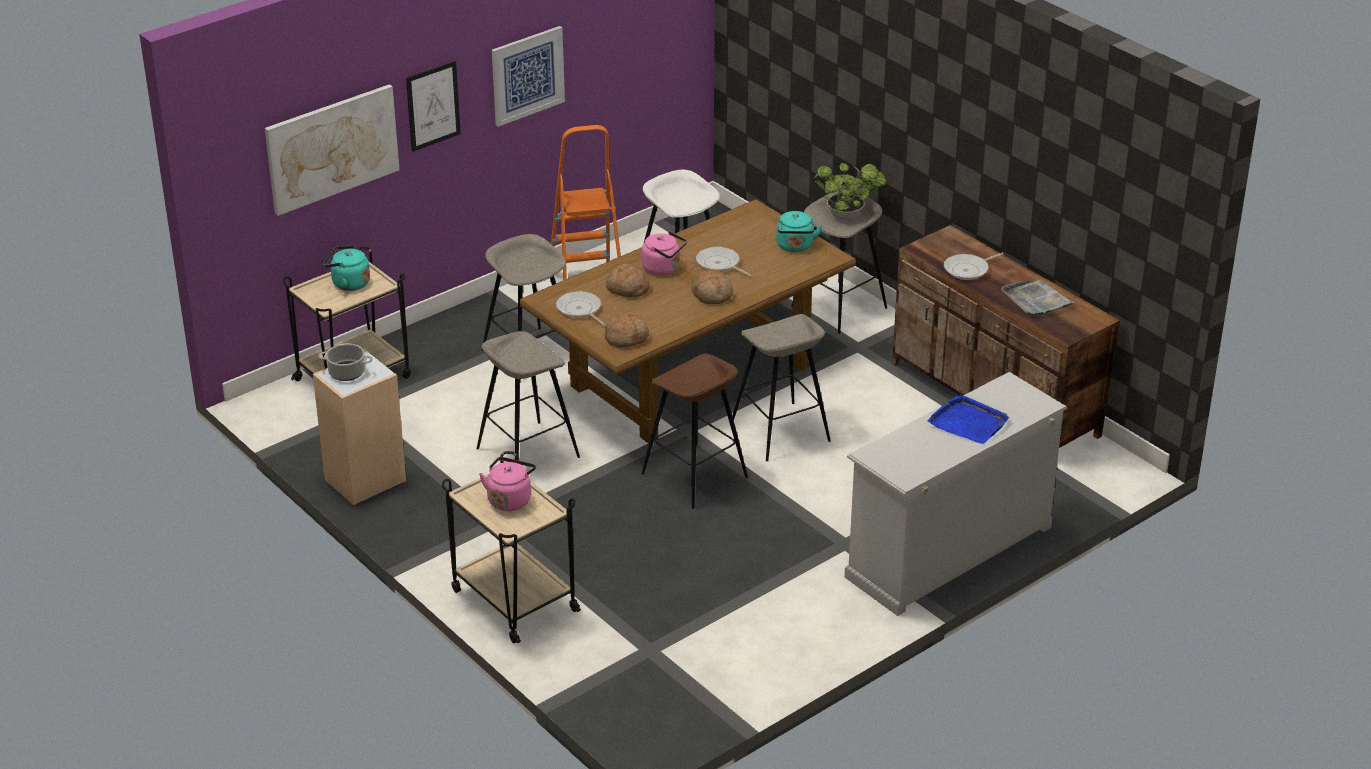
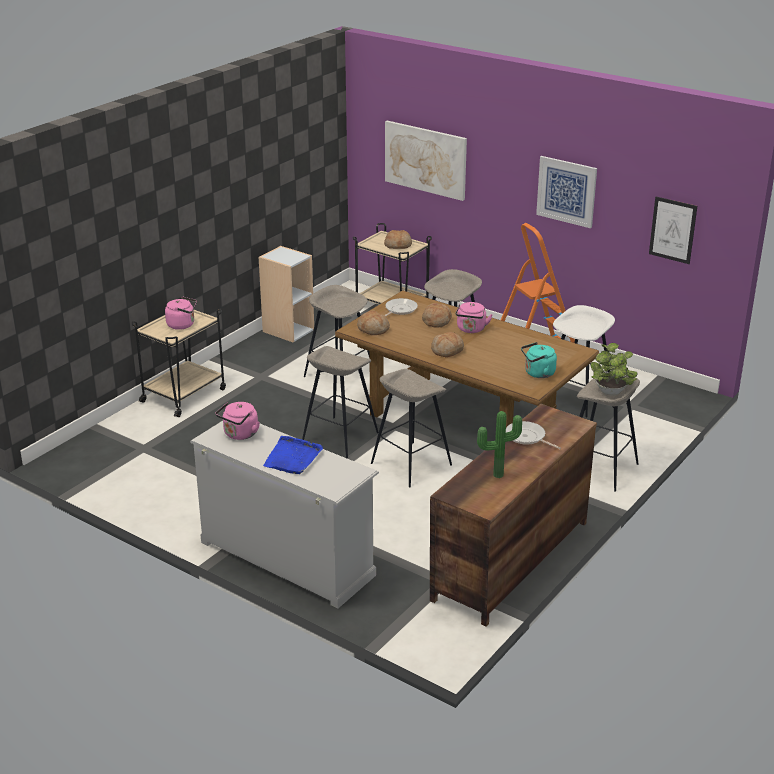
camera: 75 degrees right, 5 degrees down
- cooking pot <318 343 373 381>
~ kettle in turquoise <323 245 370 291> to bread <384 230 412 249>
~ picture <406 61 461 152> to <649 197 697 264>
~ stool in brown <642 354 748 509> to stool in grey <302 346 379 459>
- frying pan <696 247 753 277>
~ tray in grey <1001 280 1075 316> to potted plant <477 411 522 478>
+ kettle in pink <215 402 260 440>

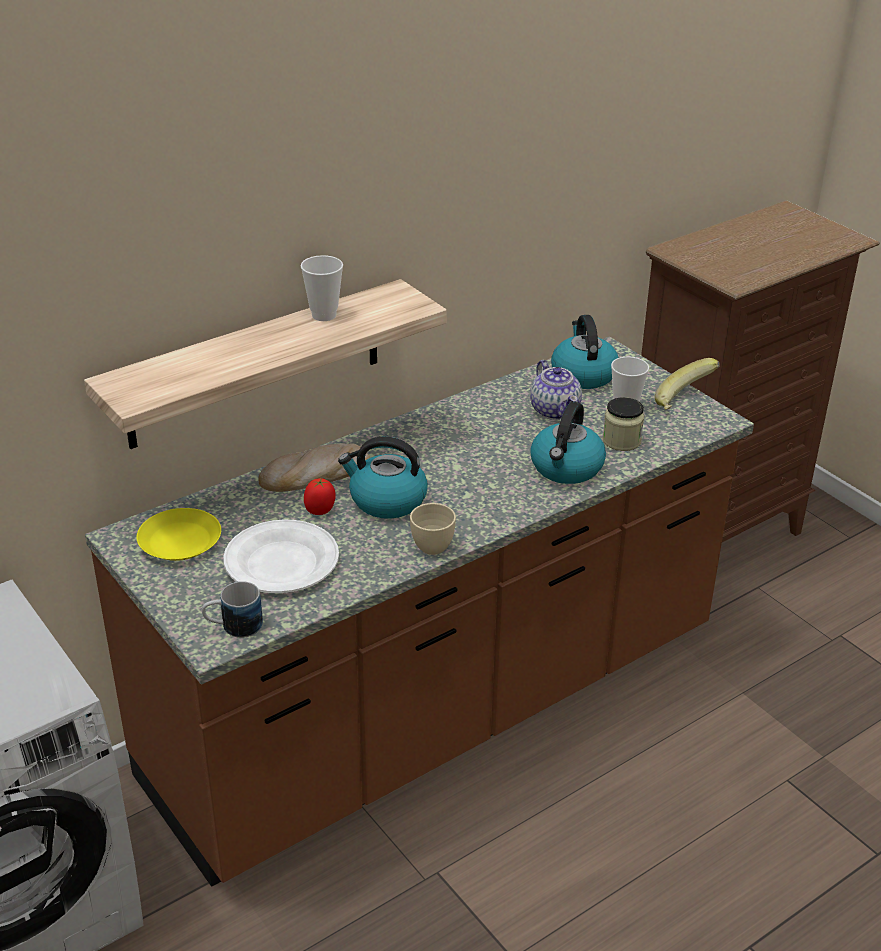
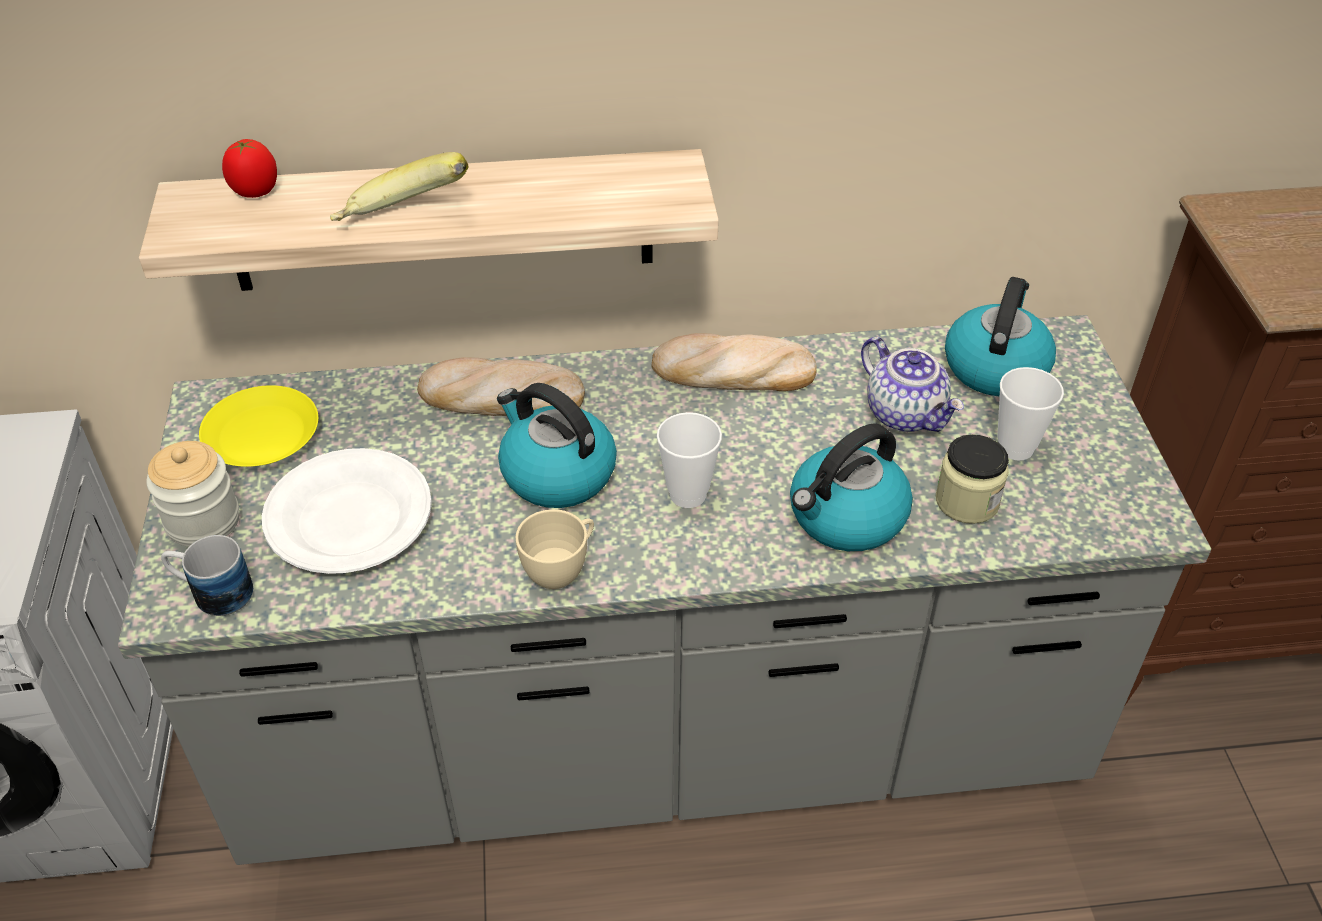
camera: 30 degrees right, 10 degrees up
~ counter in brown <85 337 754 887> to counter in grey <118 315 1211 865>
~ cup <301 255 343 321> to <657 412 722 508>
~ tomato <304 478 336 515> to <222 139 277 198>
~ teapot <530 360 582 420> = <861 337 964 432> 45 degrees counterclockwise
~ banana <655 358 720 410> to <330 152 468 221>
+ jar <146 441 239 547>
+ bread <652 333 817 391>

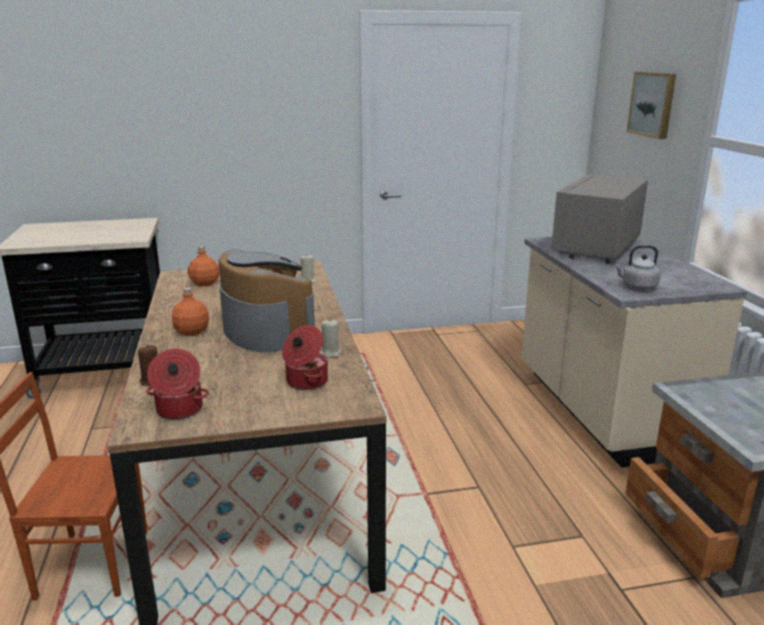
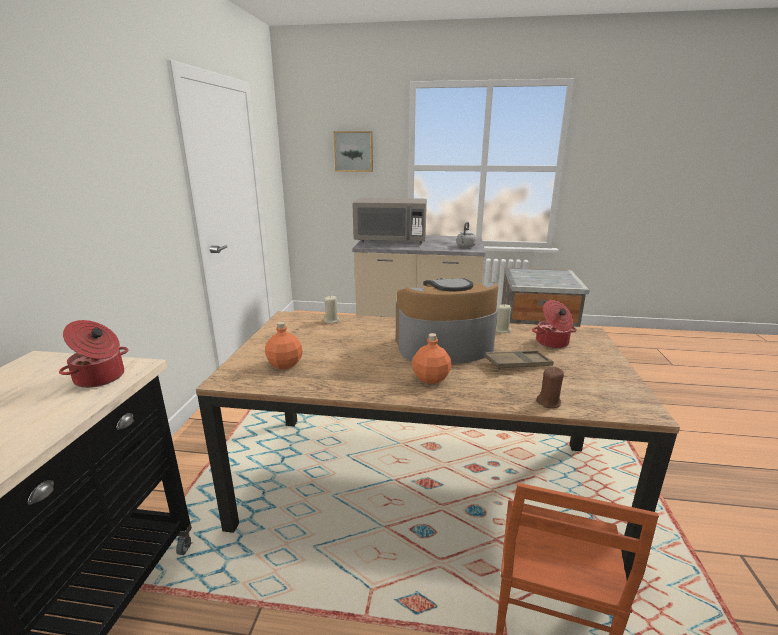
camera: 70 degrees left, 0 degrees up
~ cooking pot <146 349 209 419> to <59 320 128 388>
~ microwave in grey <551 174 648 264> = <353 198 427 244> 45 degrees counterclockwise
+ tray in brown <485 350 554 370>

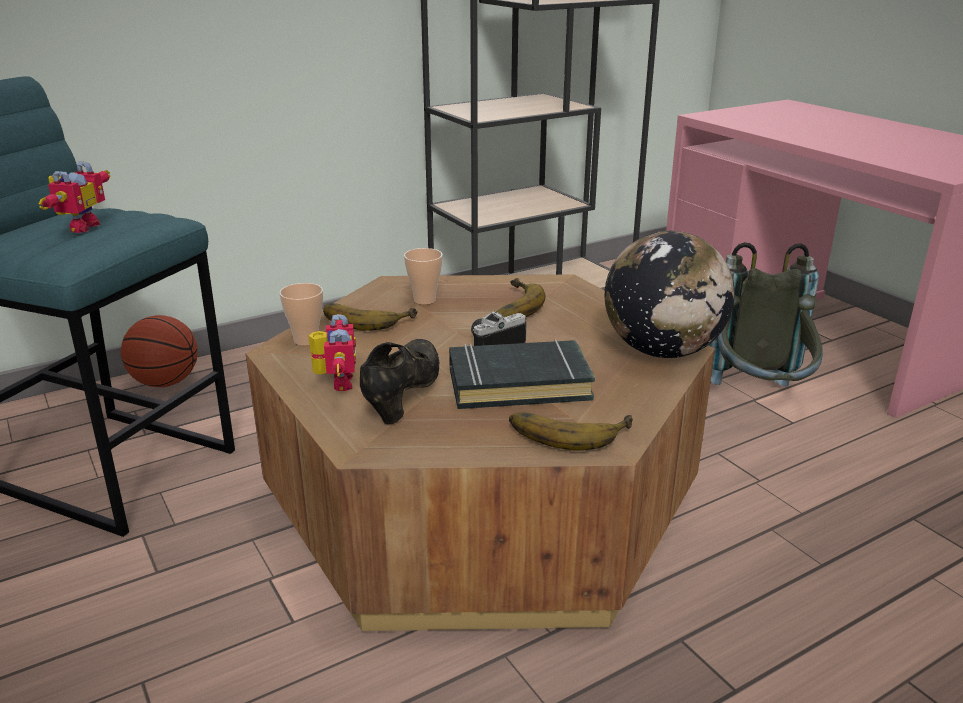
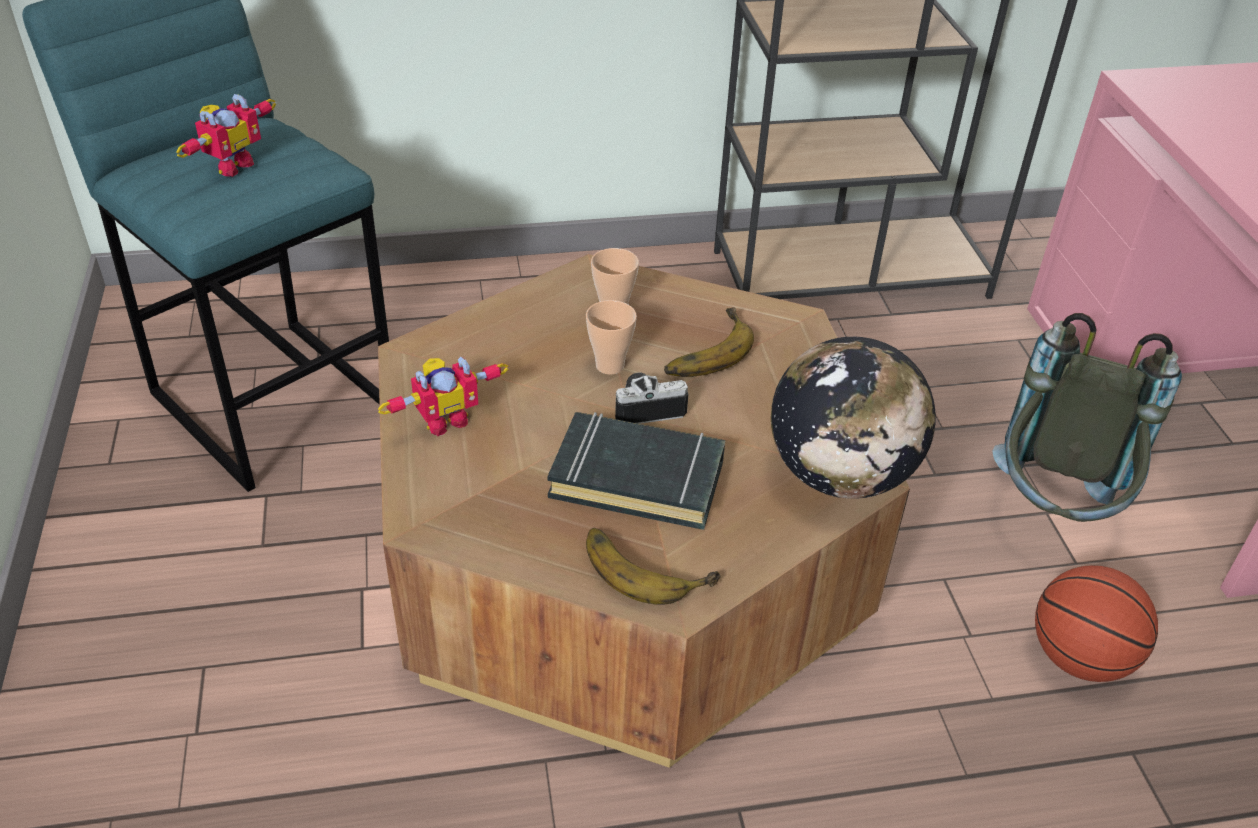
camera: 20 degrees right, 15 degrees up
~ basketball <121 315 198 387> to <1035 565 1158 682>
~ cup <279 283 323 346> to <586 300 637 374>
~ toy robot <309 314 356 391> = <378 357 508 436> 45 degrees clockwise
- banana <323 303 417 331>
- shoe in black <360 339 439 424>

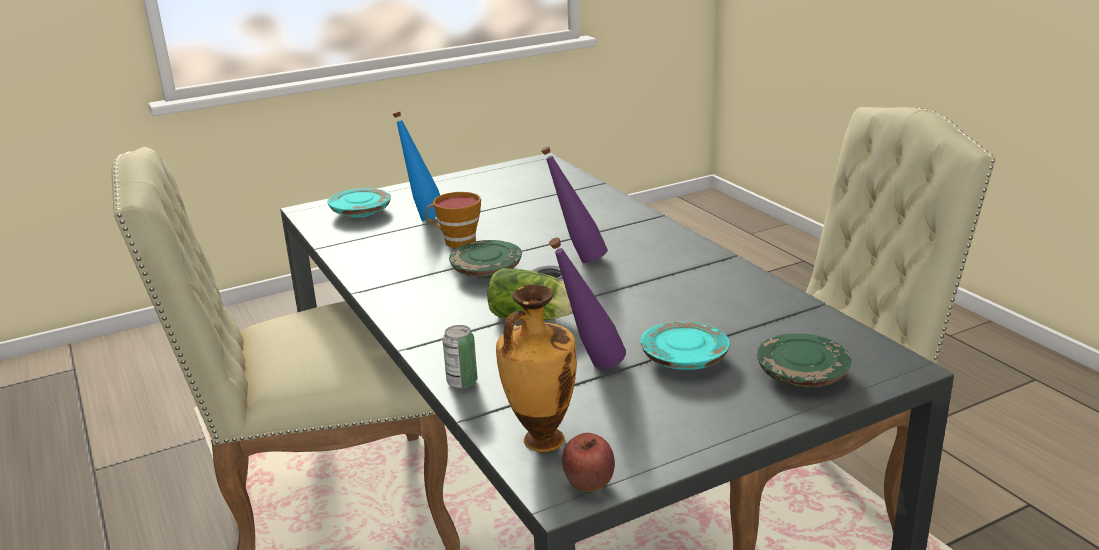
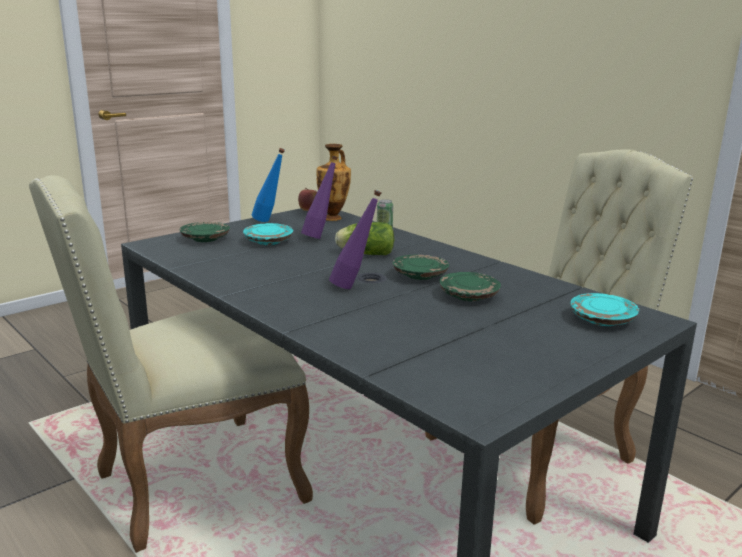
camera: 165 degrees right, 5 degrees down
~ bottle in blue <393 112 440 221> to <252 148 285 222>
~ cup <425 192 481 248> to plate in green <440 272 501 301>

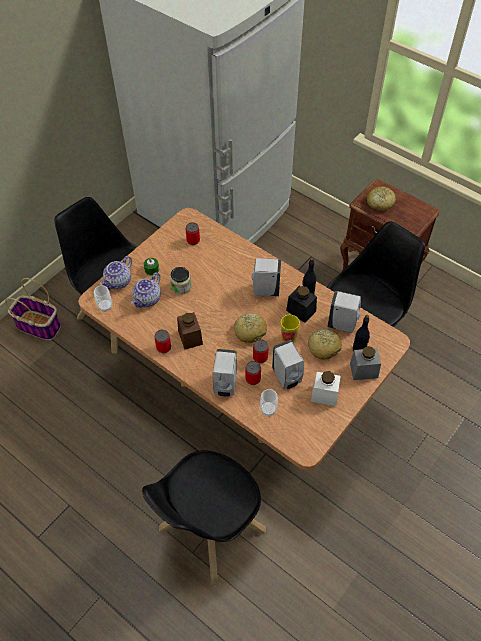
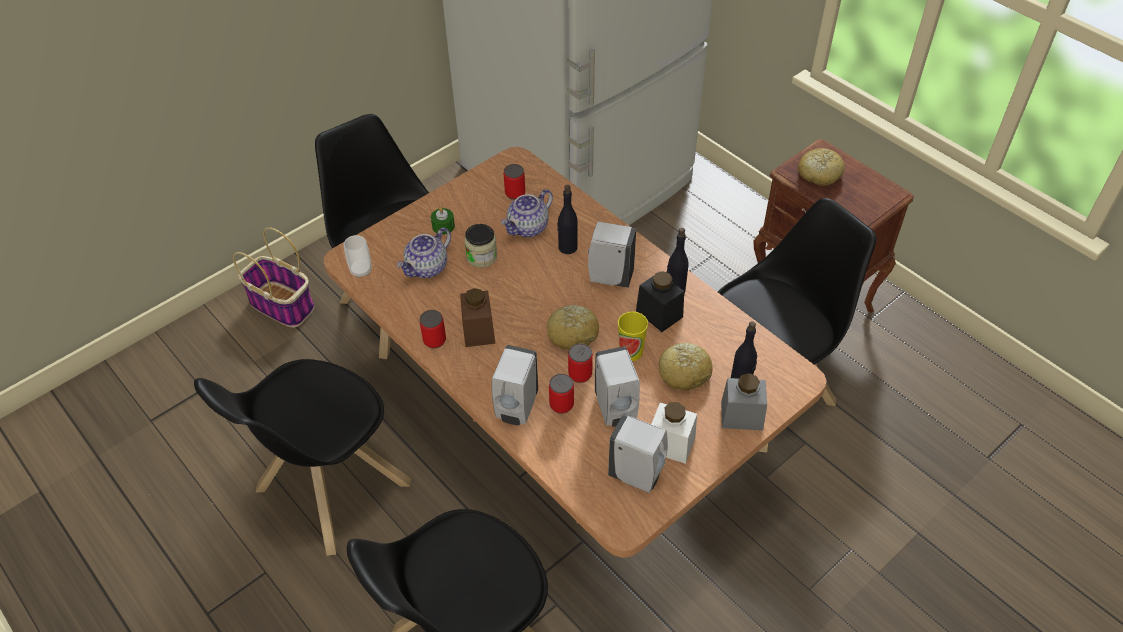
camera: 10 degrees right, 5 degrees down
~ teapot <100 256 132 289> to <501 189 553 237>
- cup <260 389 278 417>
~ soap dispenser in white <327 291 361 333> to <608 414 668 493>
+ chair in black <194 359 411 556>
+ bottle in black <557 185 578 254>

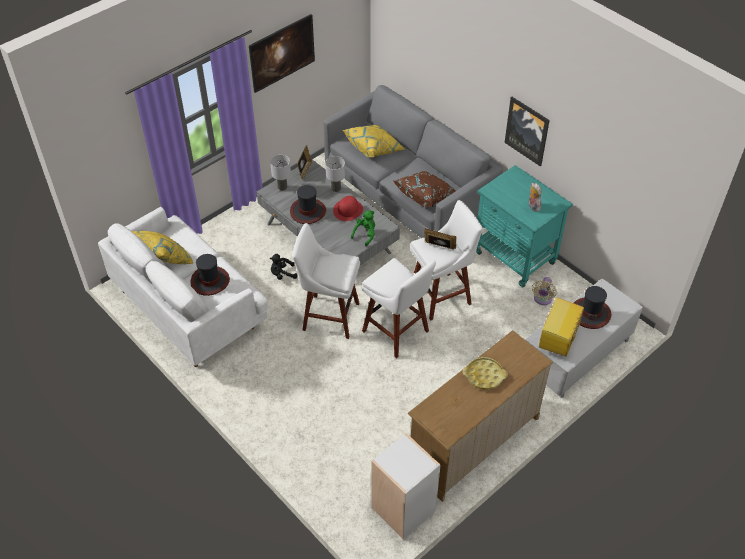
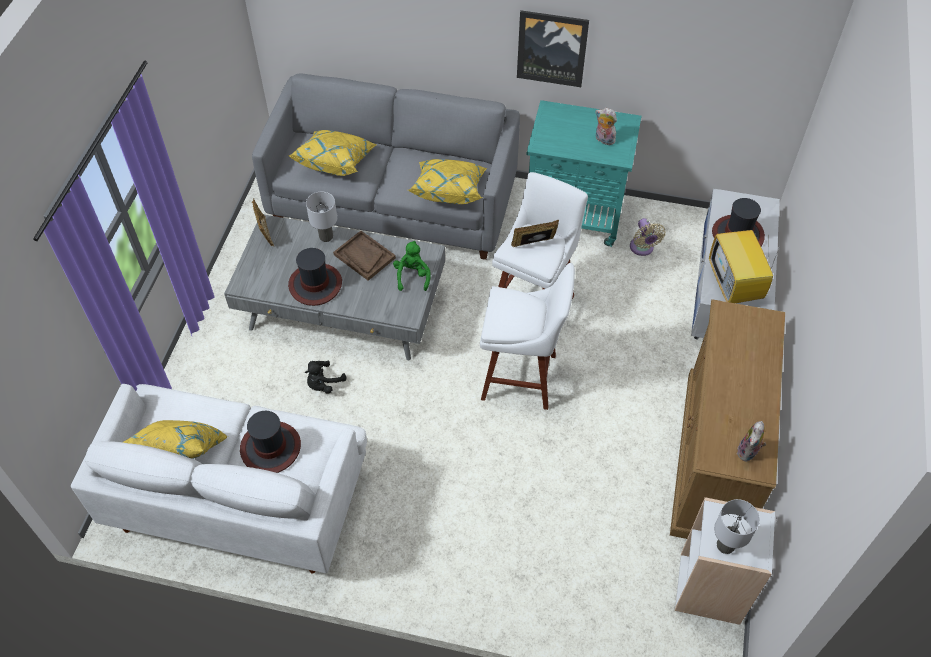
camera: 35 degrees left, 5 degrees up
- picture <249 14 315 93>
~ table lamp in white <270 155 291 190> to <714 499 760 554>
- stool in white <292 223 360 339>
~ hat in red <333 196 363 221> to tray in brown <333 231 396 281>
~ pillow in brown <394 171 455 207> to pillow in yellow <408 159 487 204>
- tray in yellow <463 357 508 390>
+ plush toy <737 421 766 462>

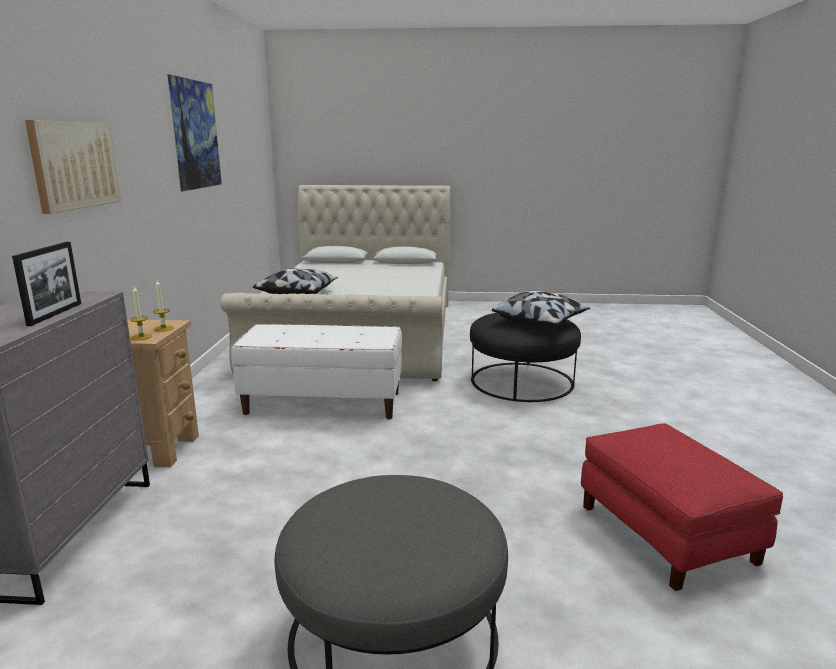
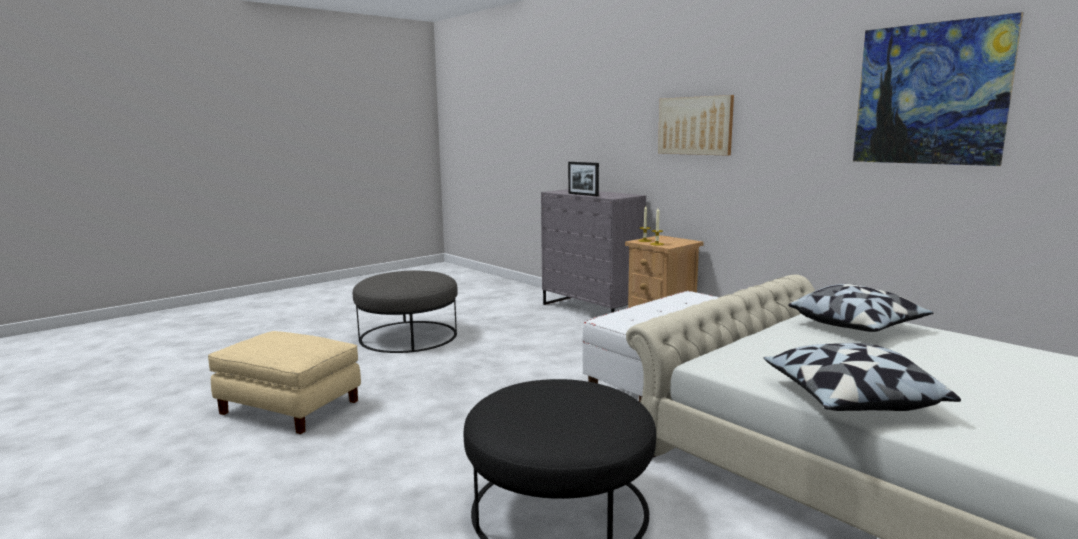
camera: 135 degrees right, 5 degrees down
~ pillow <492 290 590 326> to <763 343 961 411>
~ ottoman in red <581 423 783 591> to ottoman in beige <208 331 361 434>

